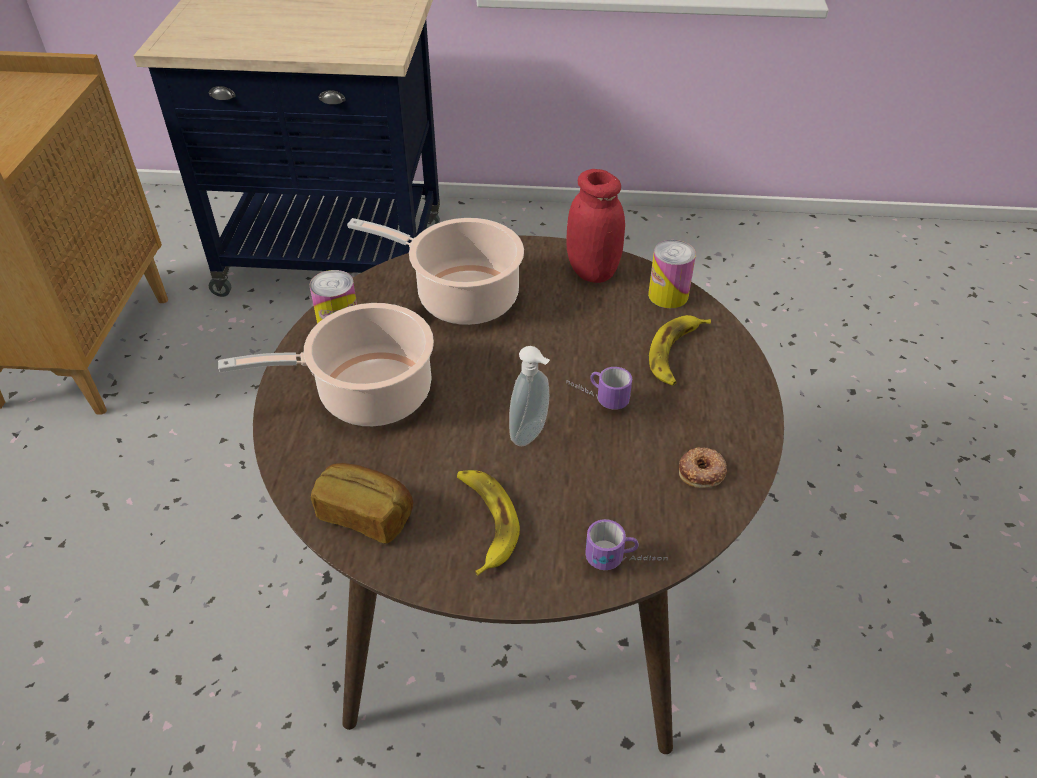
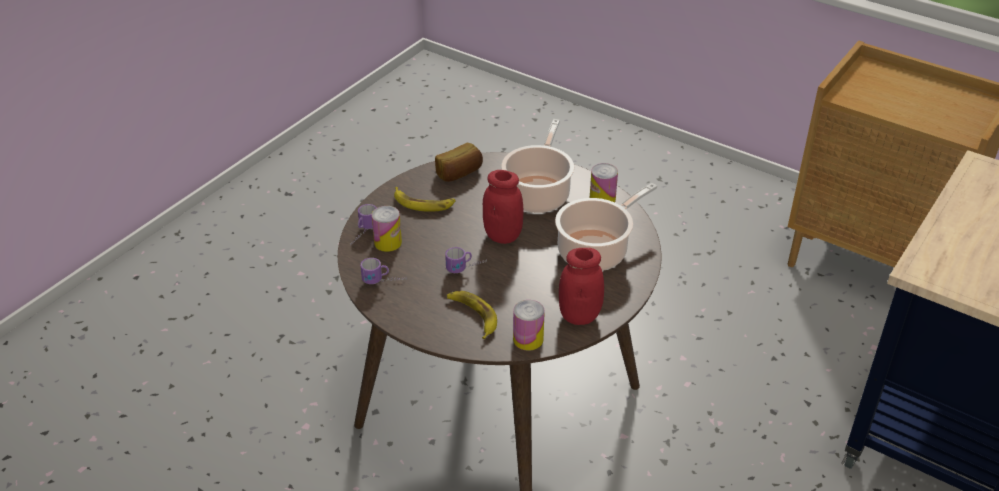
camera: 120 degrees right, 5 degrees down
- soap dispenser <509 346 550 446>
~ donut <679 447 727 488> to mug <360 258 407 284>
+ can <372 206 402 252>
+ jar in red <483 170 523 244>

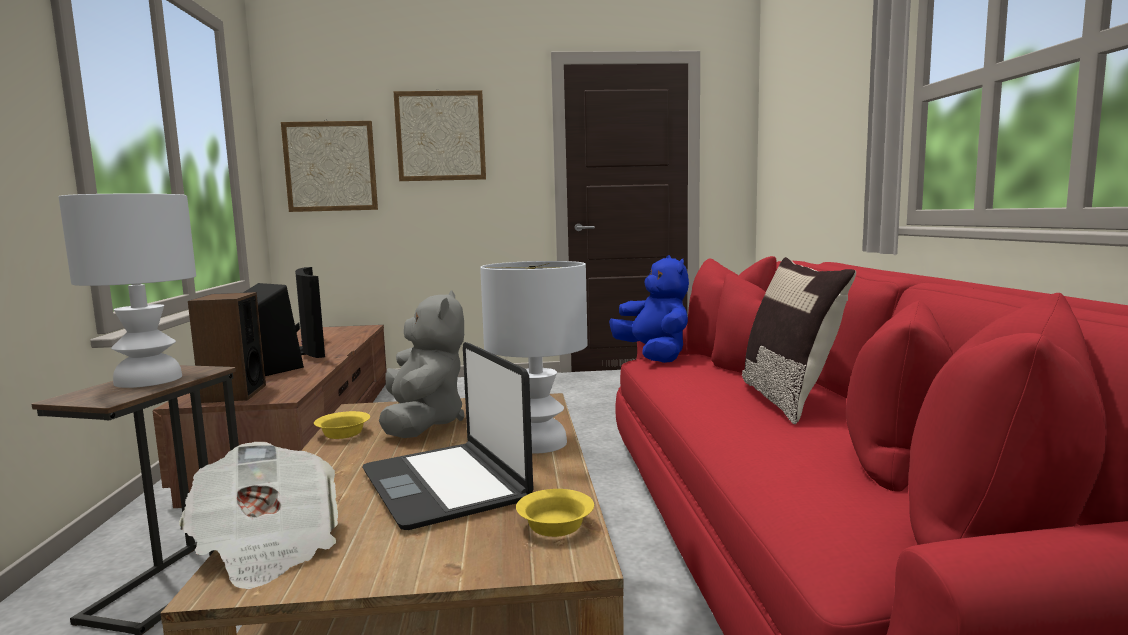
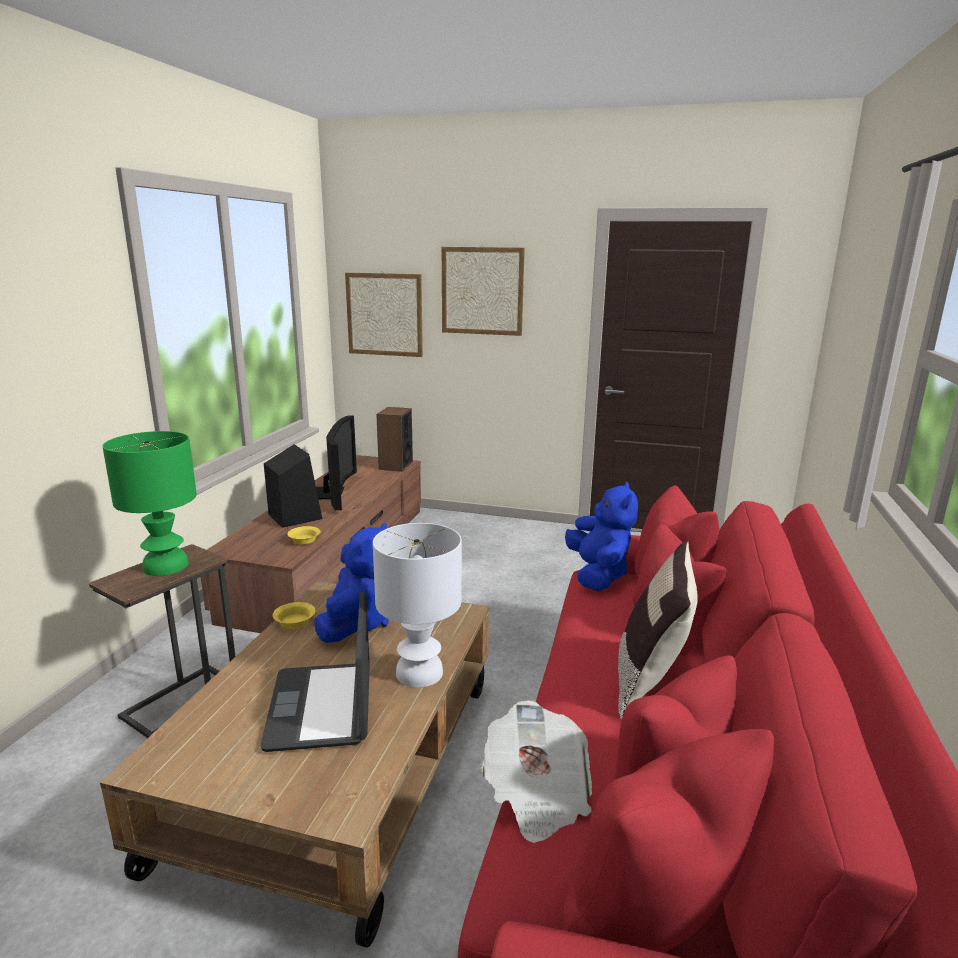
camera: 20 degrees right, 10 degrees up
~ table lamp in white <59 194 196 388> to table lamp in green <102 431 197 576>
~ newspaper <179 442 338 589> to <482 700 592 843>
~ speaker <188 292 266 403> to <376 407 413 472>
~ plush toy in grey <379 290 465 438> to plush toy in blue <314 523 389 643>
~ bowl in yellow <516 489 594 537> to <287 526 321 545>

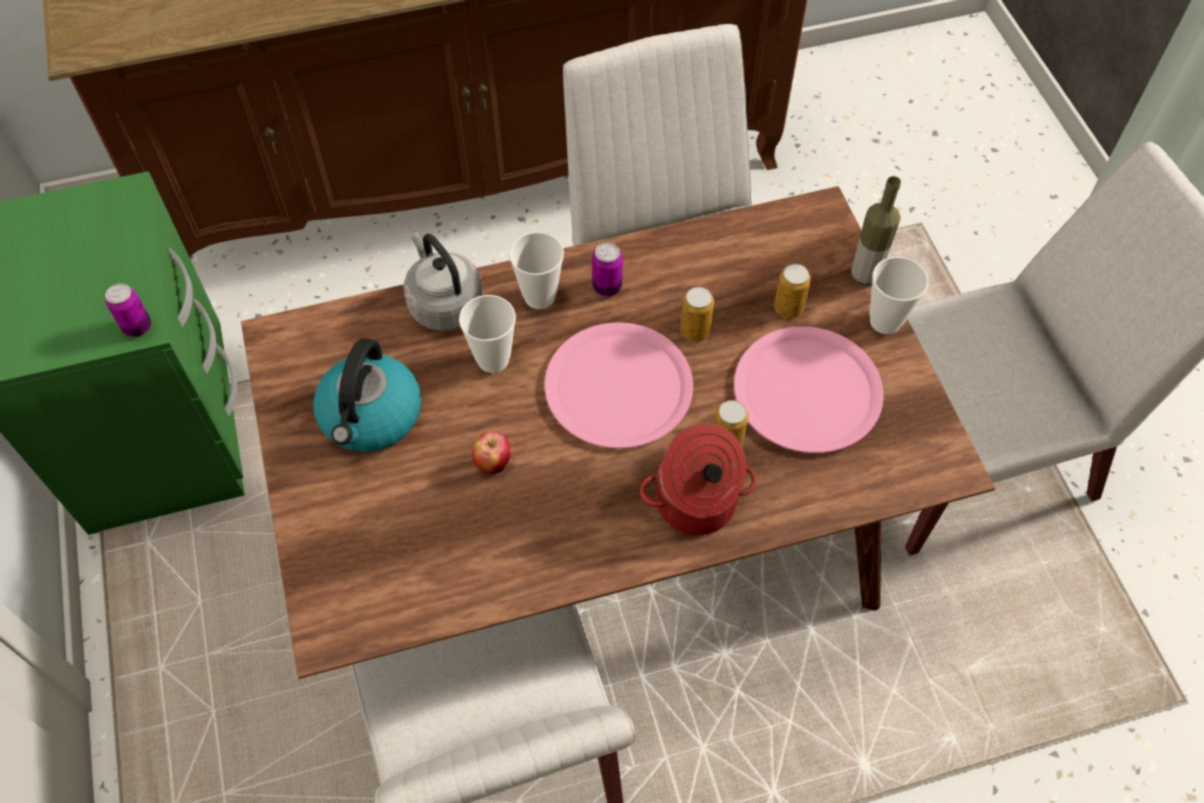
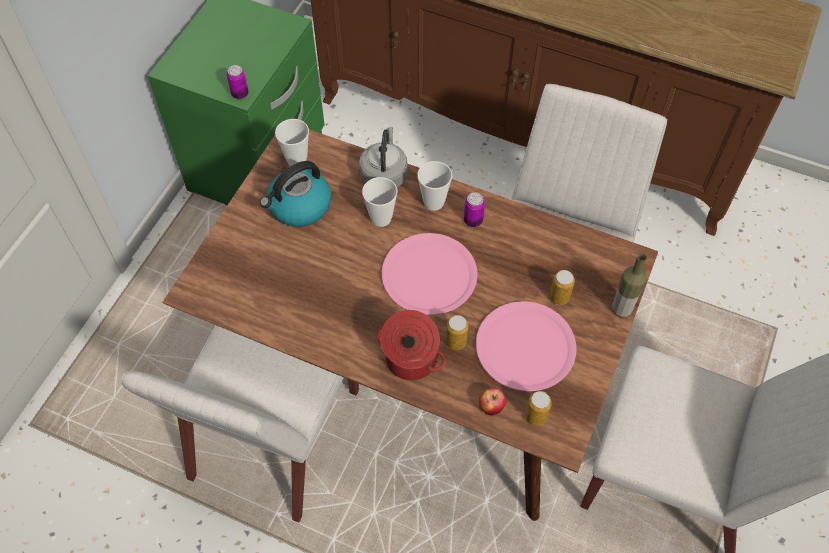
camera: 40 degrees right, 0 degrees up
~ apple <472 432 510 474> to <479 388 506 416>
~ can <680 287 714 342> to <525 391 552 426>
~ cup <870 257 928 334> to <275 119 309 166>

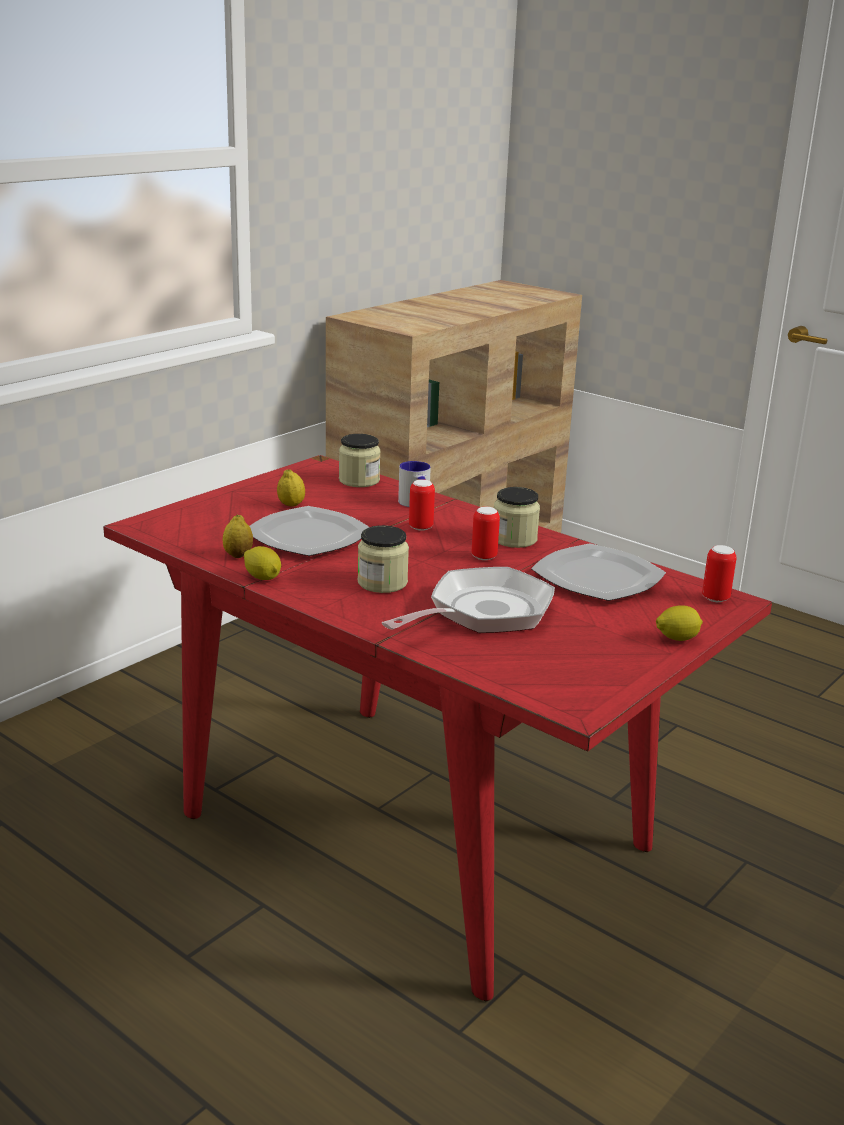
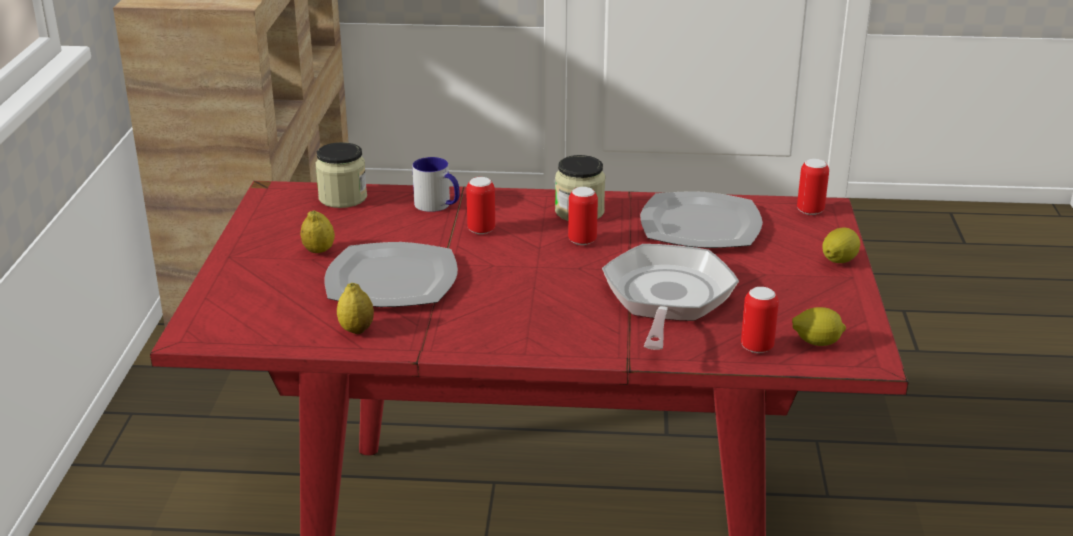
camera: 35 degrees left, 5 degrees up
~ lemon <244 546 281 580> to <792 307 846 346>
- jar <358 525 409 593>
+ can <741 287 779 353>

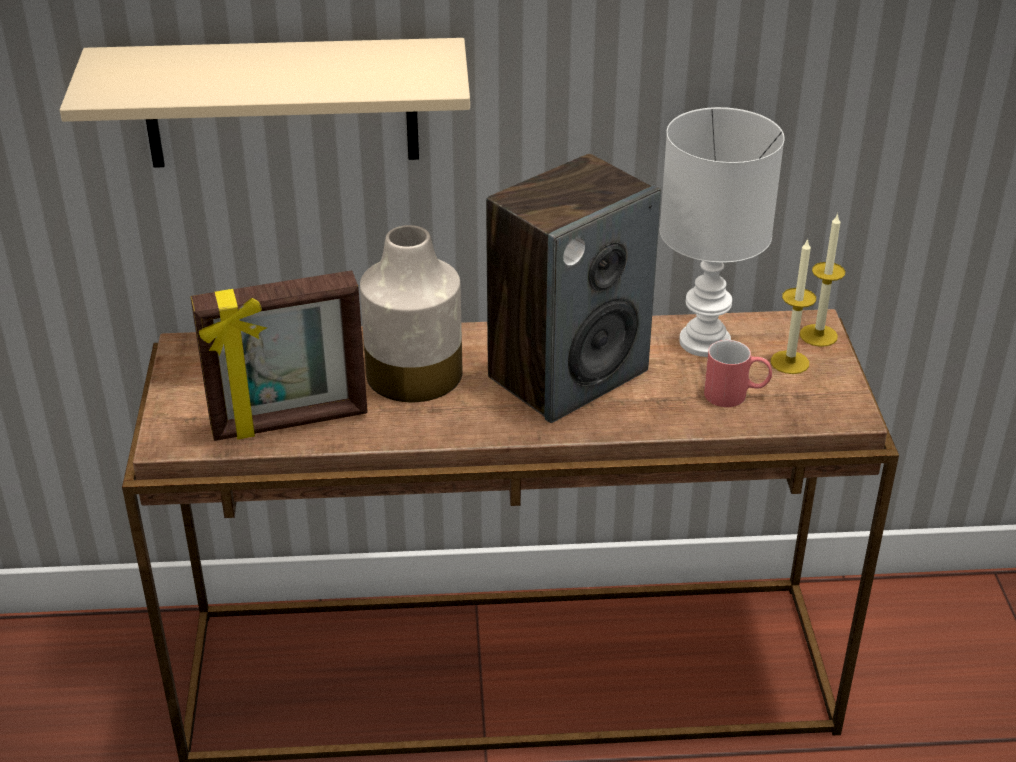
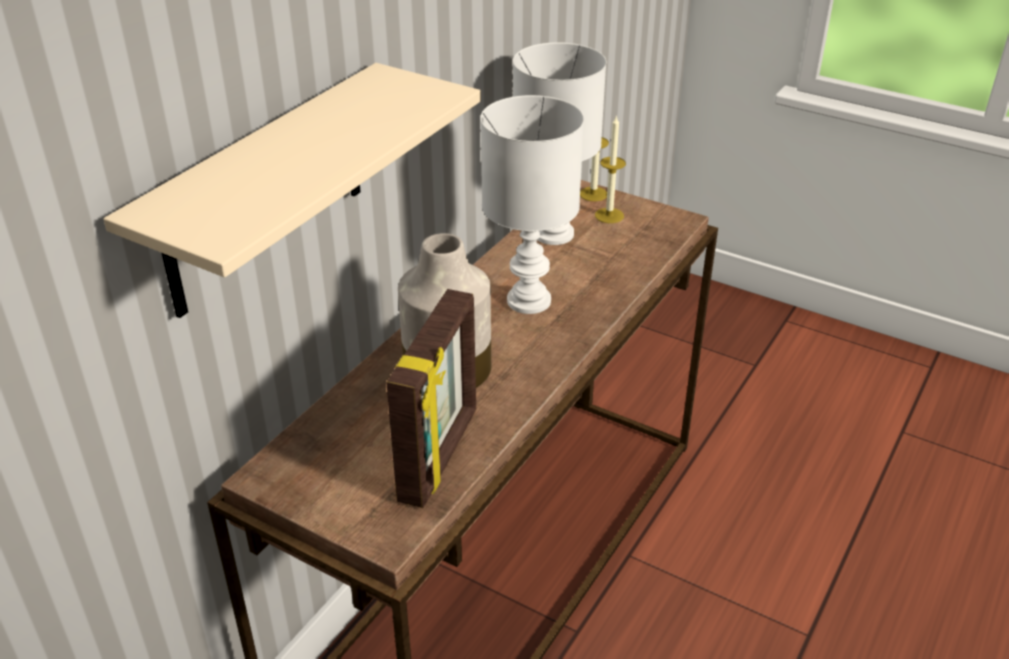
camera: 55 degrees left, 0 degrees up
~ speaker <486 154 661 423> to table lamp in white <481 95 584 314>
- mug in red <704 340 772 407>

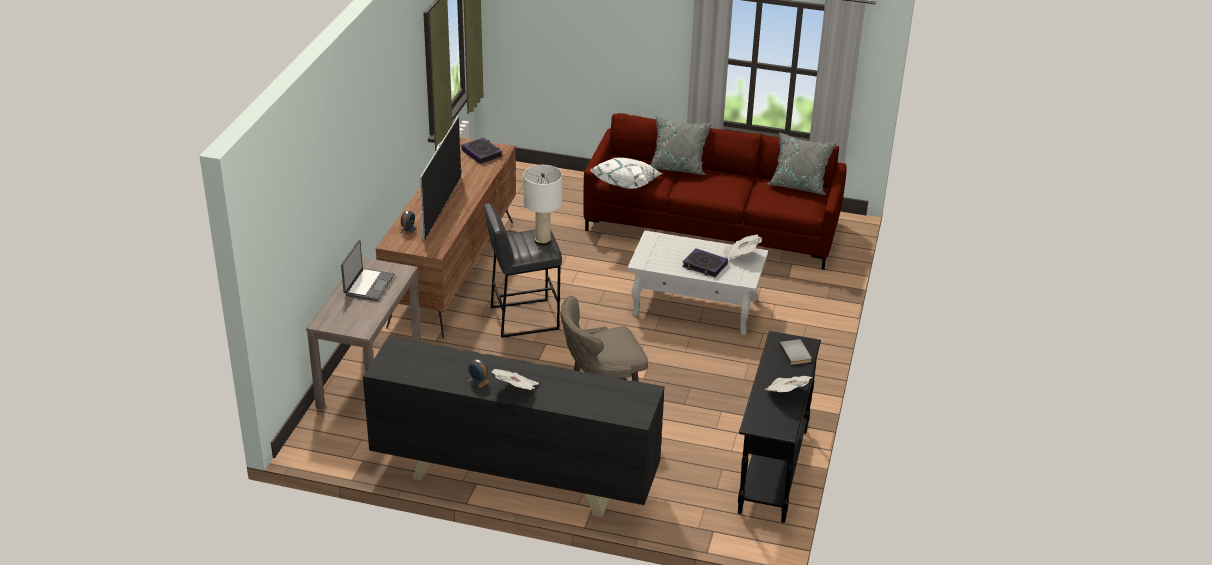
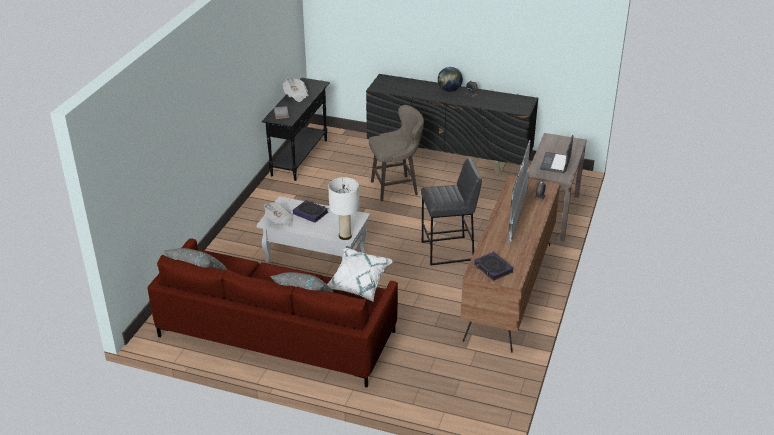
camera: 175 degrees left, 0 degrees up
~ newspaper <492 369 539 390> to globe <438 67 463 92>
~ table lamp in white <523 165 562 246> to <328 177 359 240>

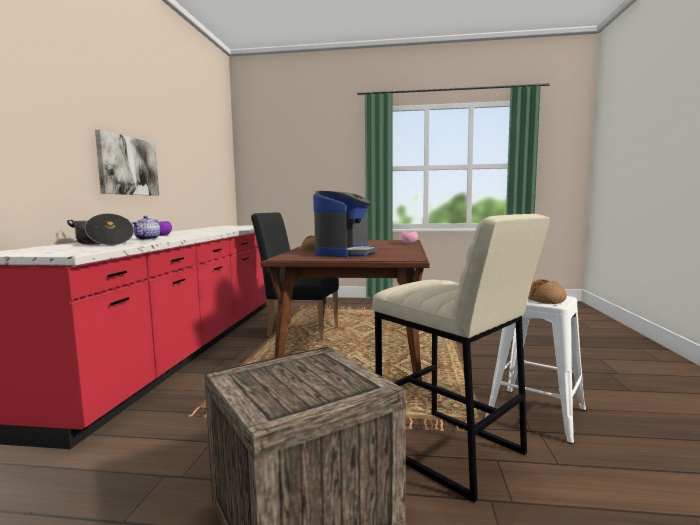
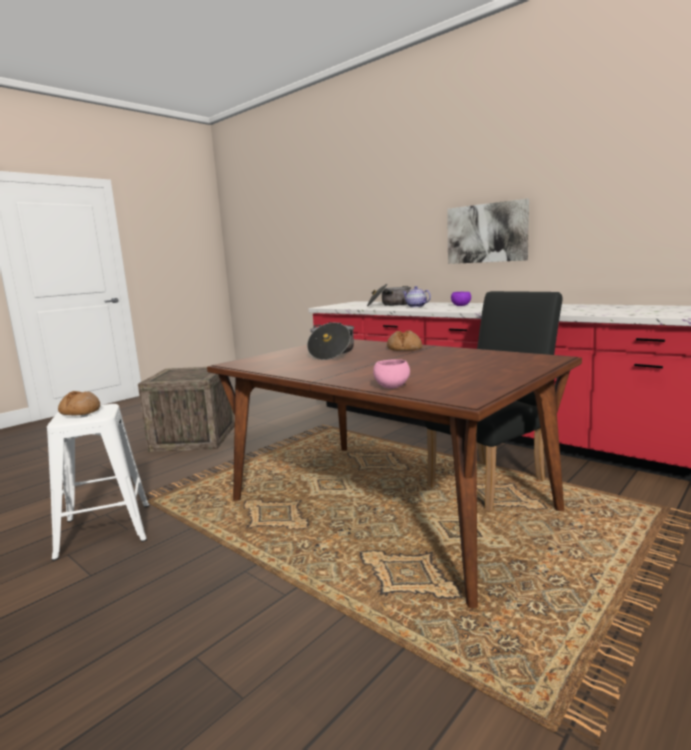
camera: 125 degrees right, 5 degrees up
~ coffee machine <313 191 378 257> to cooking pot <307 323 354 360>
- stool in beige <373 214 550 503>

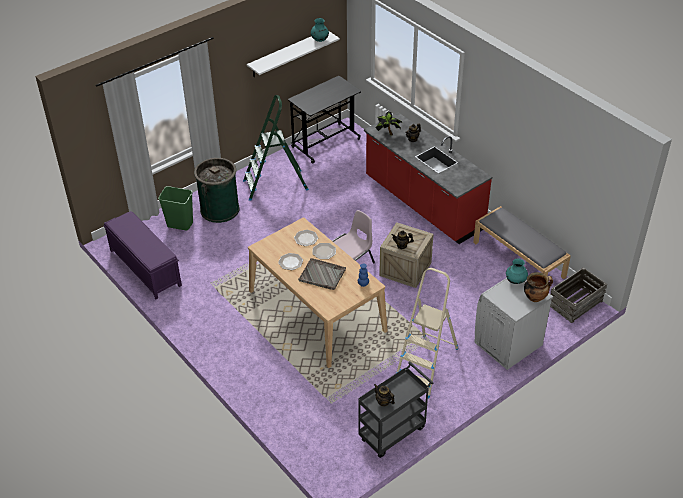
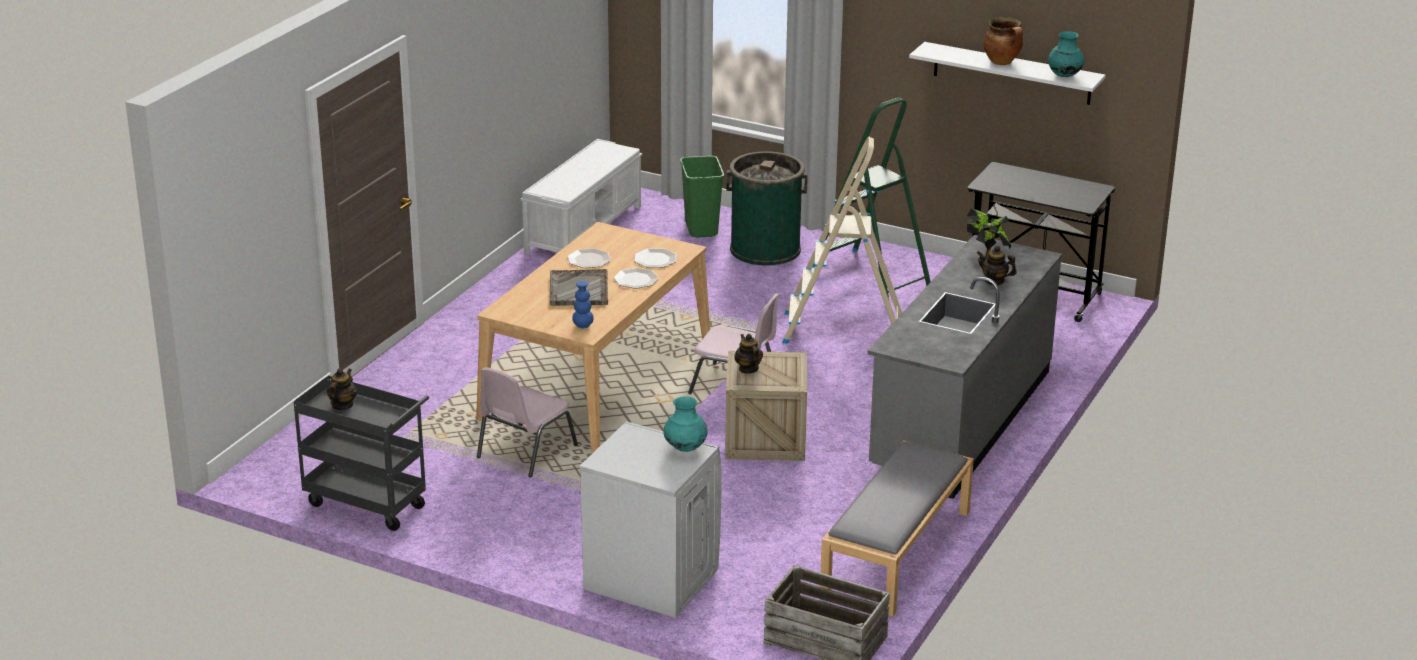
camera: 65 degrees right, 15 degrees down
~ bench in purple <103 211 182 300> to bench in white <520 139 642 255>
~ counter in red <364 112 492 244> to counter in grey <867 235 1062 499>
~ step ladder in beige <396 268 458 399> to <782 137 902 343>
~ cooking pot <524 272 553 302> to <983 17 1023 65>
+ chair in pink <477 367 578 477>

